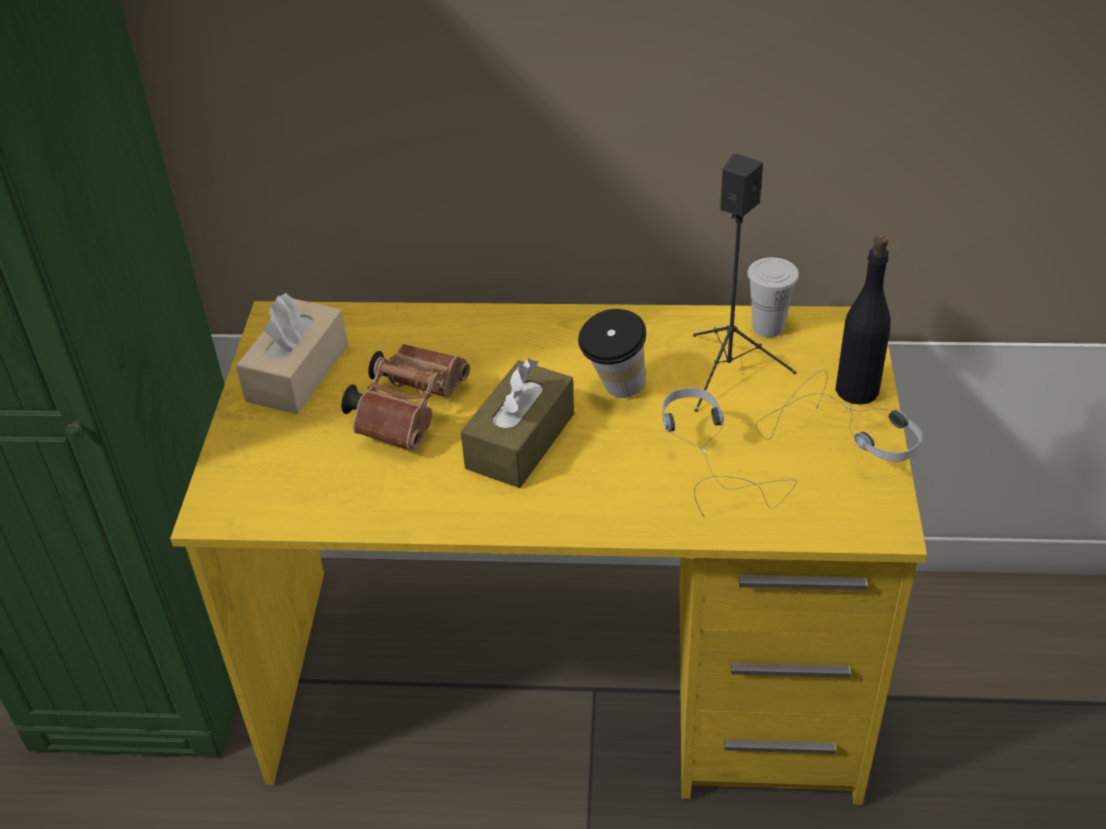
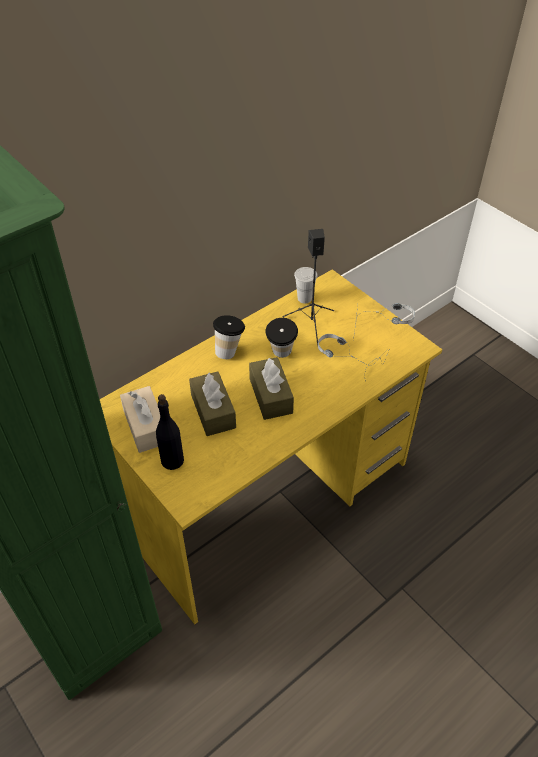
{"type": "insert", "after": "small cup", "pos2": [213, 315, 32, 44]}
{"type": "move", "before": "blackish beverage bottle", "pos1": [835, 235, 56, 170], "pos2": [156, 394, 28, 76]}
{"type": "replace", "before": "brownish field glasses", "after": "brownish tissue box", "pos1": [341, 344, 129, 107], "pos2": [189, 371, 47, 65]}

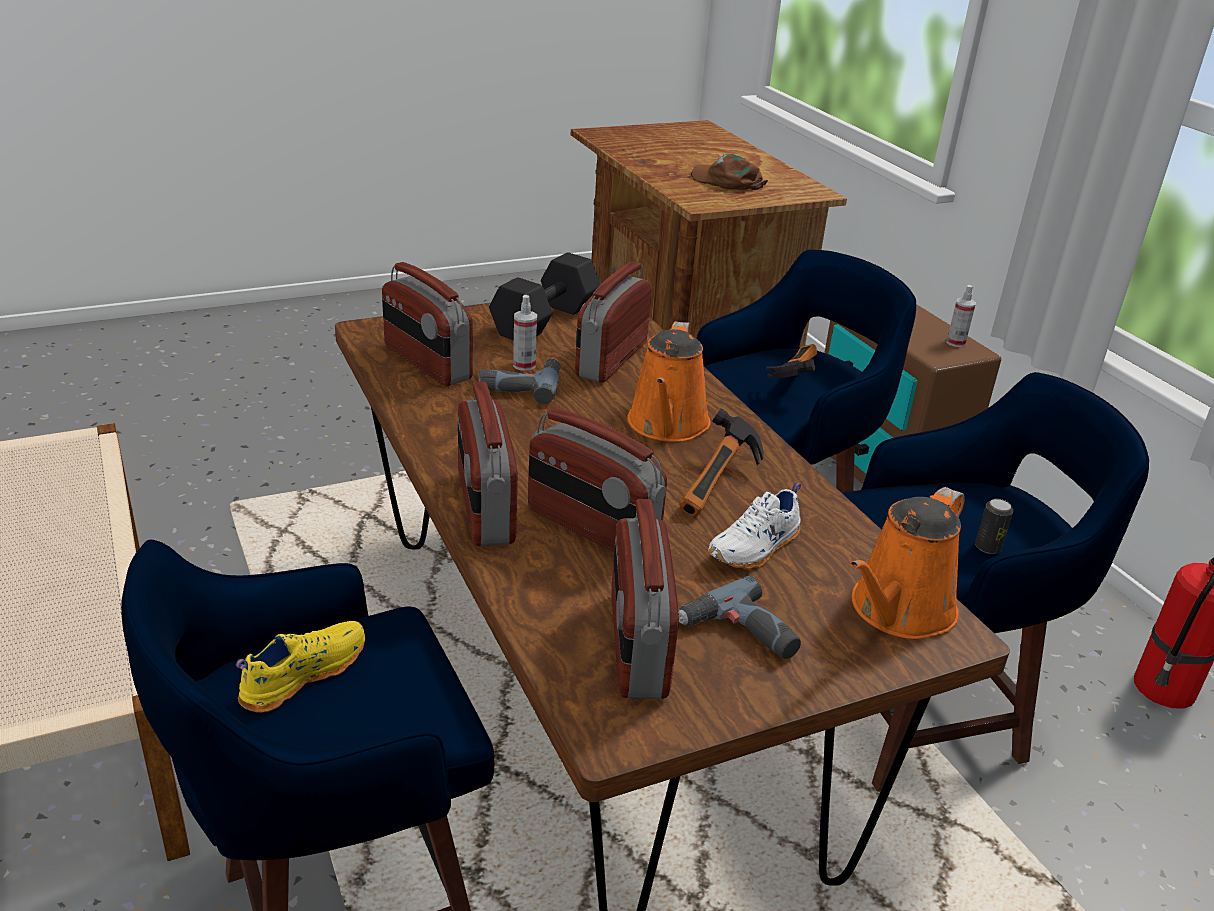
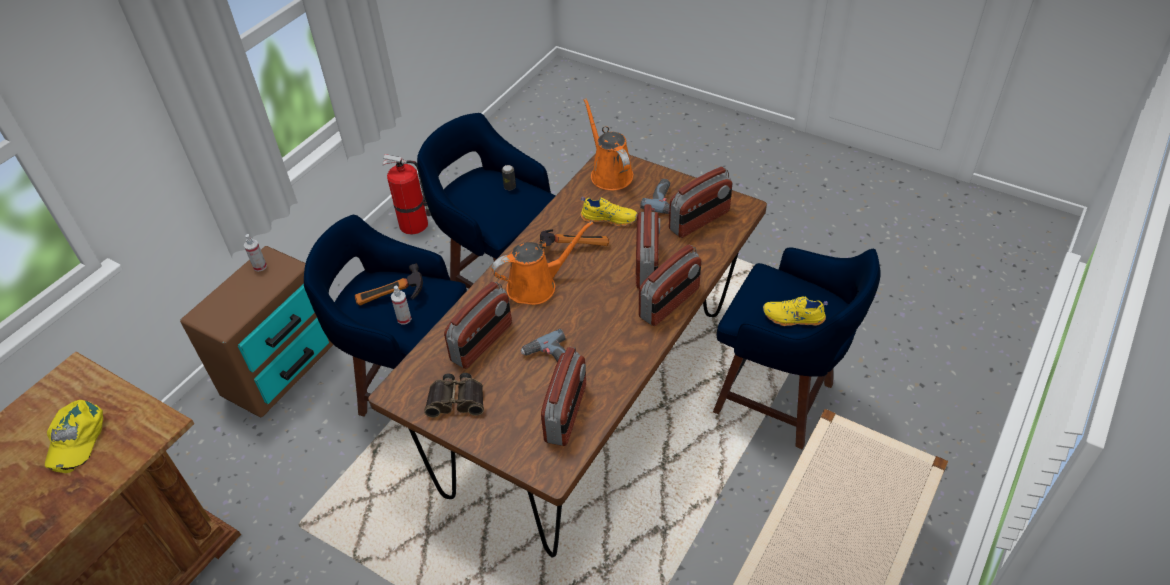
{"type": "move", "before": "spray bottle", "pos1": [513, 295, 24, 76], "pos2": [391, 286, 21, 38]}
{"type": "replace", "before": "blackish hand weight", "after": "field glasses", "pos1": [489, 252, 111, 88], "pos2": [424, 373, 60, 45]}
{"type": "recolor", "before": "brownish baseball cap", "after": "yellowish baseball cap", "pos1": [690, 154, 78, 36], "pos2": [45, 400, 58, 73]}
{"type": "recolor", "before": "white-coloured low shoe", "after": "yellowish low shoe", "pos1": [708, 482, 93, 87], "pos2": [581, 197, 56, 30]}
{"type": "rotate", "before": "radio set", "pos1": [575, 261, 77, 121], "pos2": [444, 282, 68, 87], "turn": -45}
{"type": "rotate", "before": "orange-coloured watering pot", "pos1": [850, 487, 115, 152], "pos2": [583, 98, 50, 92], "turn": -120}

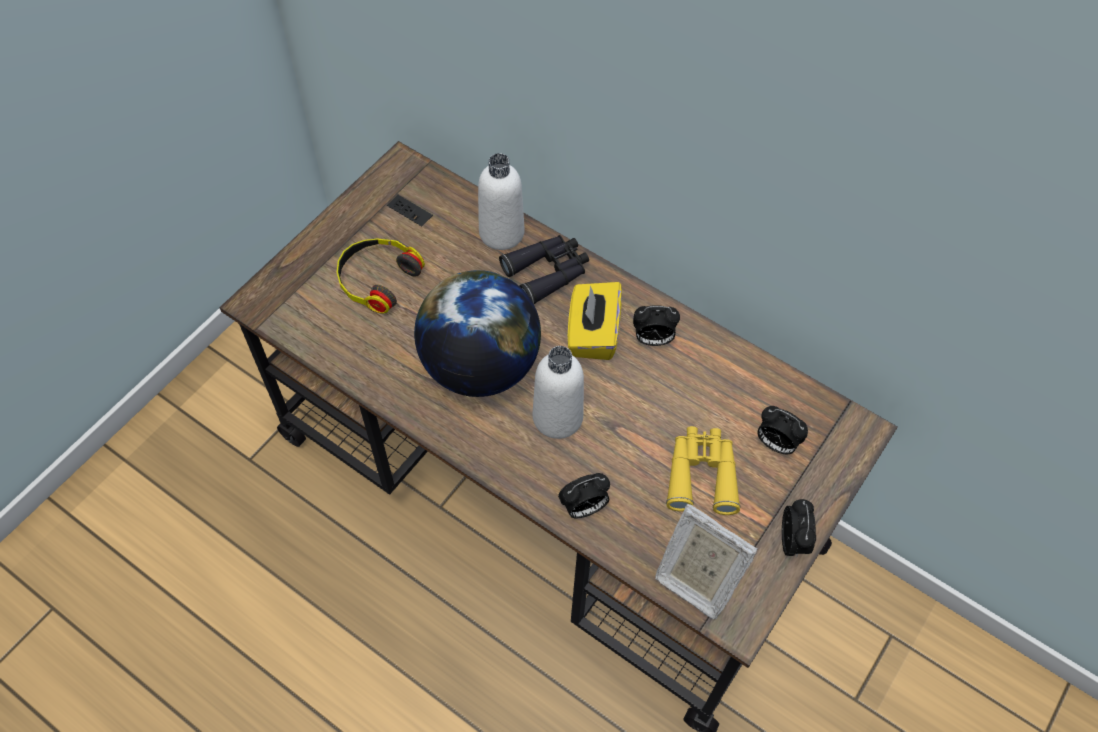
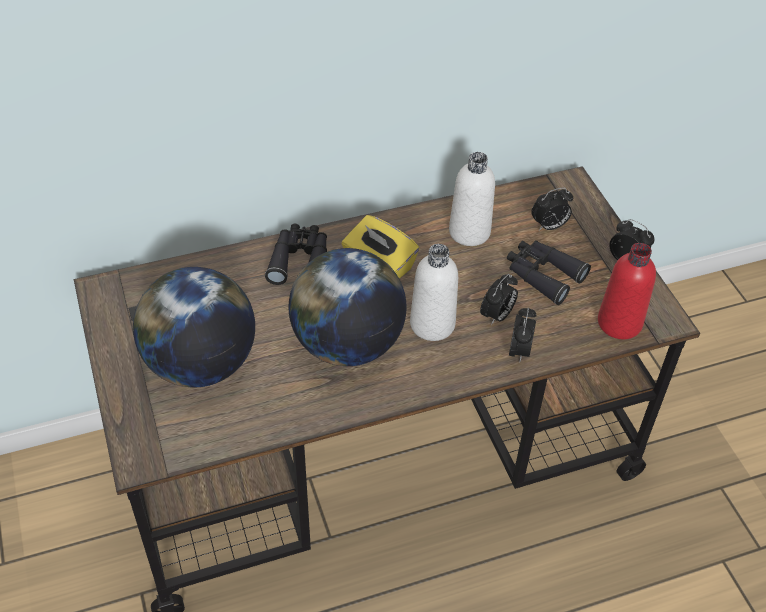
{"type": "move", "before": "white-coloured beverage bottle", "pos1": [478, 153, 46, 97], "pos2": [449, 152, 46, 94]}
{"type": "move", "before": "table clock", "pos1": [633, 305, 47, 41], "pos2": [480, 274, 38, 51]}
{"type": "replace", "before": "headset", "after": "world globe", "pos1": [337, 239, 88, 75], "pos2": [133, 267, 122, 120]}
{"type": "replace", "before": "standing frame", "after": "red-coloured beverage bottle", "pos1": [655, 504, 102, 115], "pos2": [598, 243, 58, 96]}
{"type": "recolor", "before": "yellowish field glasses", "after": "blackish field glasses", "pos1": [666, 426, 75, 89], "pos2": [507, 240, 84, 65]}

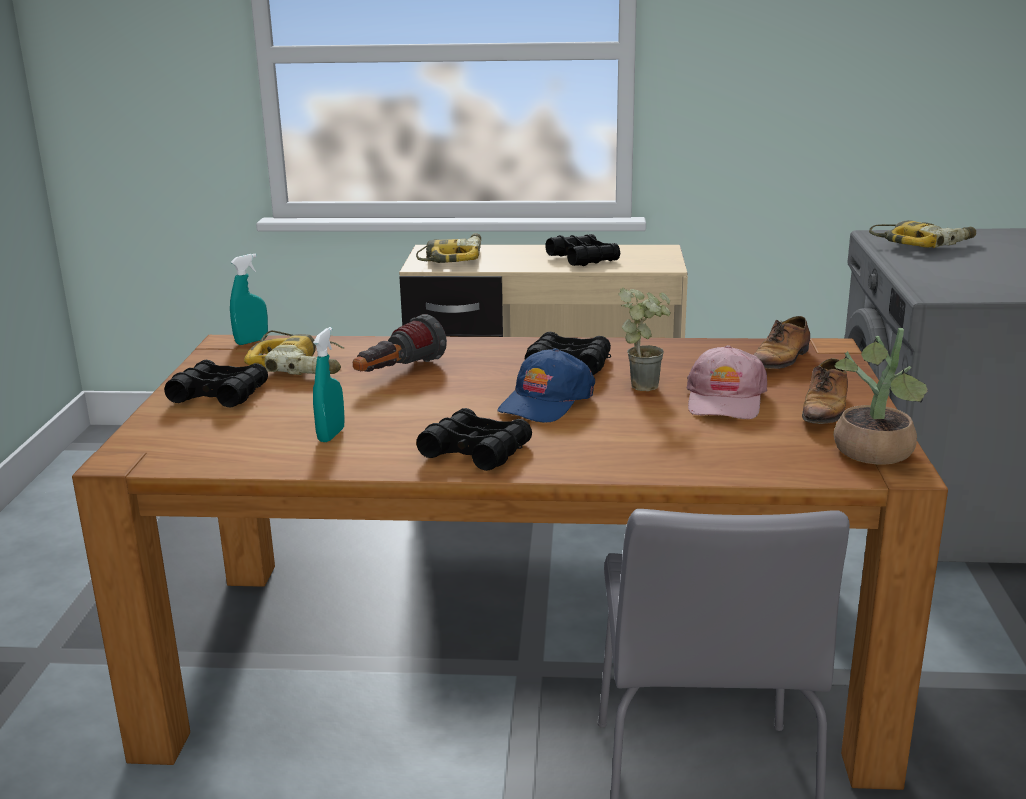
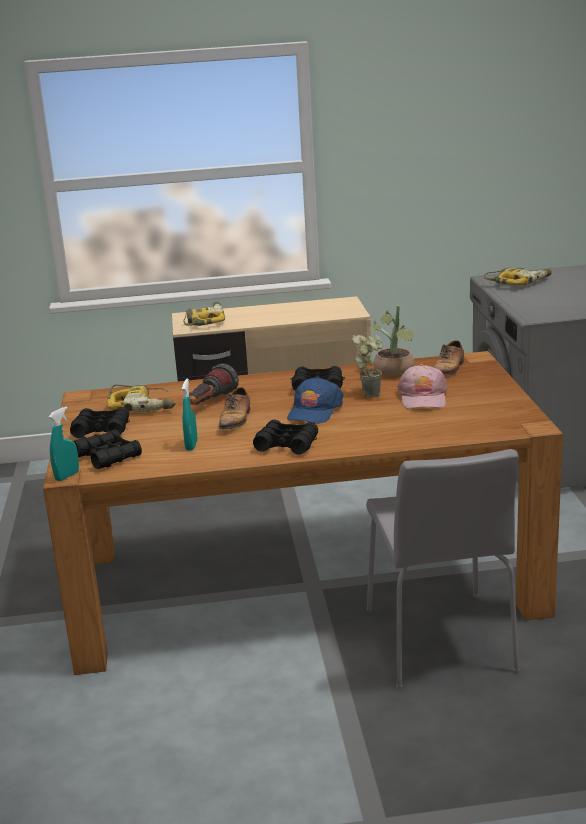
{"type": "move", "before": "turquoise spray bottle", "pos1": [230, 254, 38, 91], "pos2": [49, 407, 30, 74]}
{"type": "move", "before": "blackish field glasses", "pos1": [546, 234, 74, 32], "pos2": [73, 429, 69, 40]}
{"type": "move", "before": "low shoe", "pos1": [802, 358, 46, 66], "pos2": [219, 387, 31, 42]}
{"type": "move", "before": "potted plant", "pos1": [834, 328, 94, 137], "pos2": [369, 305, 46, 71]}

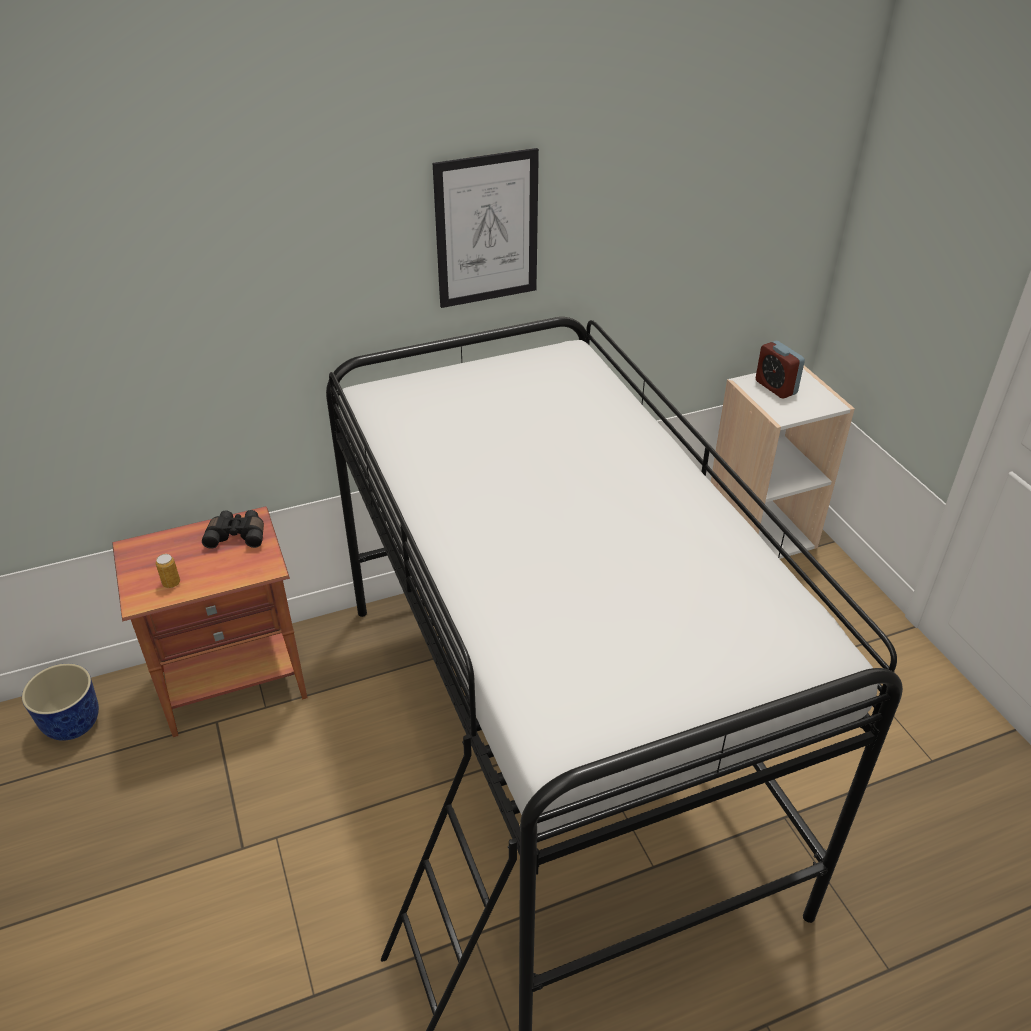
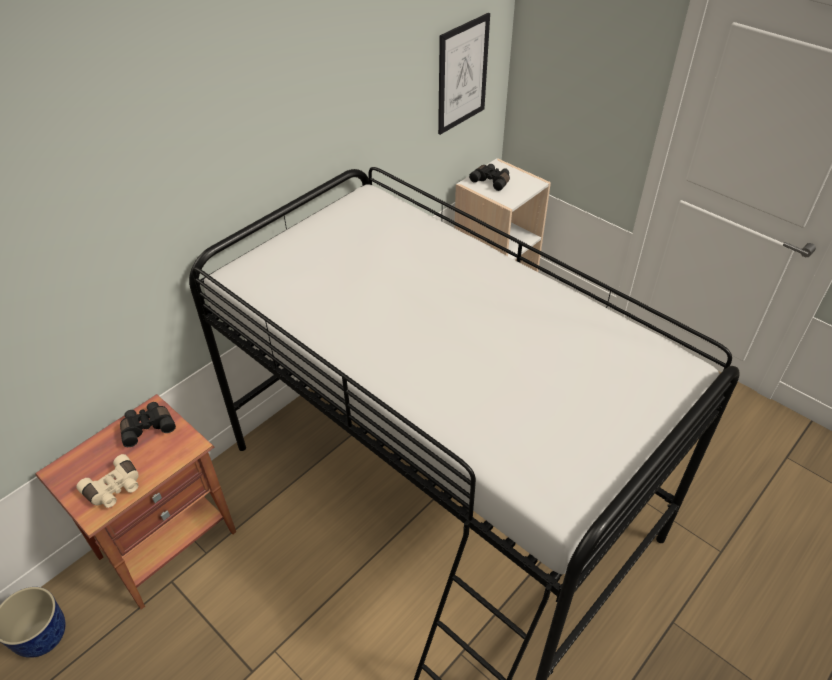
{"type": "move", "before": "wall art", "pos1": [433, 148, 106, 160], "pos2": [438, 13, 52, 122]}
{"type": "replace", "before": "metal can", "after": "beige-coloured field glasses", "pos1": [156, 554, 24, 34], "pos2": [76, 454, 63, 54]}
{"type": "replace", "before": "table clock", "after": "blackish field glasses", "pos1": [756, 341, 49, 58], "pos2": [469, 164, 41, 27]}

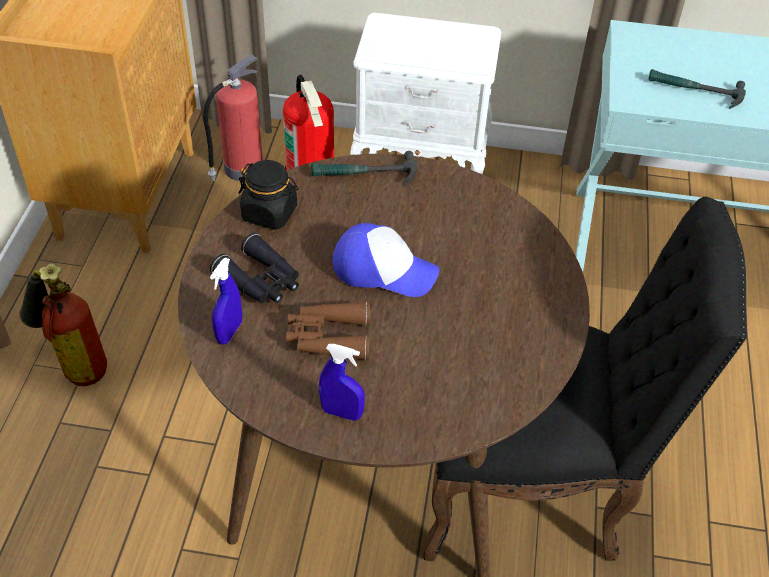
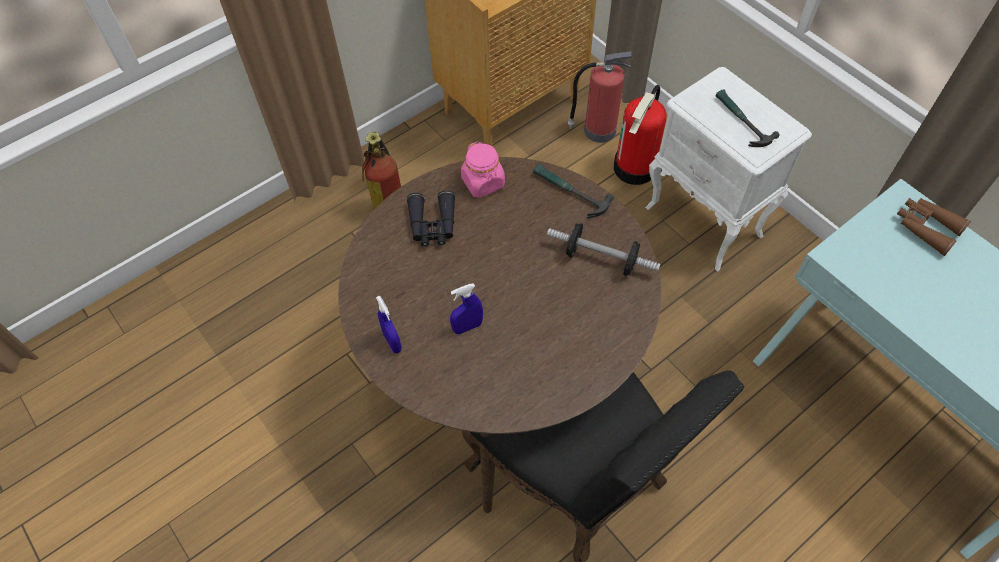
{"type": "delete", "before": "baseball cap", "pos1": [333, 223, 107, 74]}
{"type": "insert", "after": "hand weight", "pos2": [547, 223, 113, 53]}
{"type": "move", "before": "bluish spray bottle", "pos1": [210, 258, 32, 87], "pos2": [450, 283, 33, 51]}
{"type": "move", "before": "brownish field glasses", "pos1": [286, 301, 84, 59], "pos2": [897, 198, 74, 58]}
{"type": "move", "before": "tool hammer", "pos1": [649, 69, 97, 40], "pos2": [716, 89, 63, 58]}
{"type": "recolor", "before": "blackish storage jar", "after": "pink storage jar", "pos1": [239, 160, 59, 70], "pos2": [461, 141, 44, 57]}

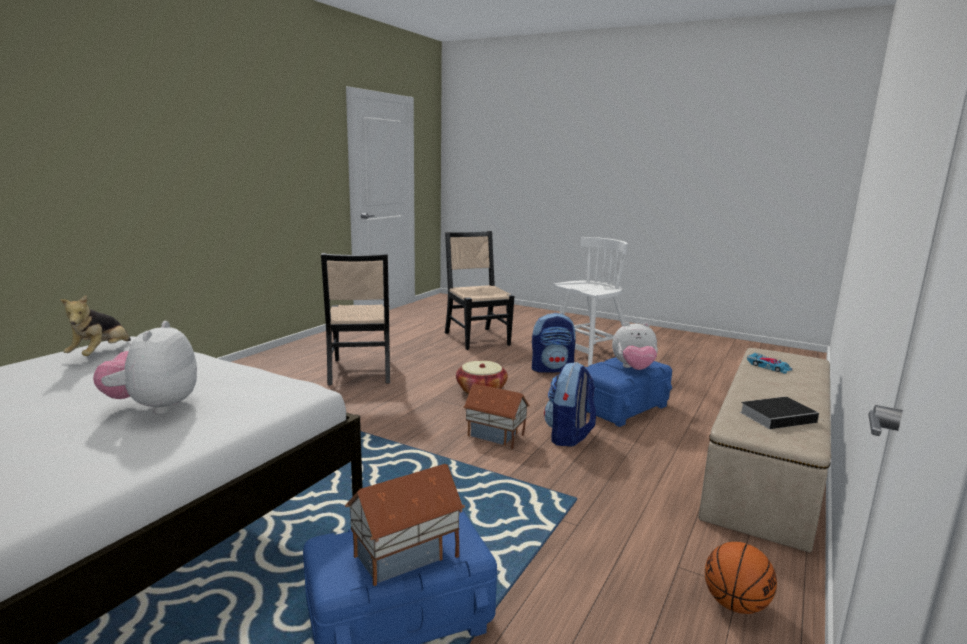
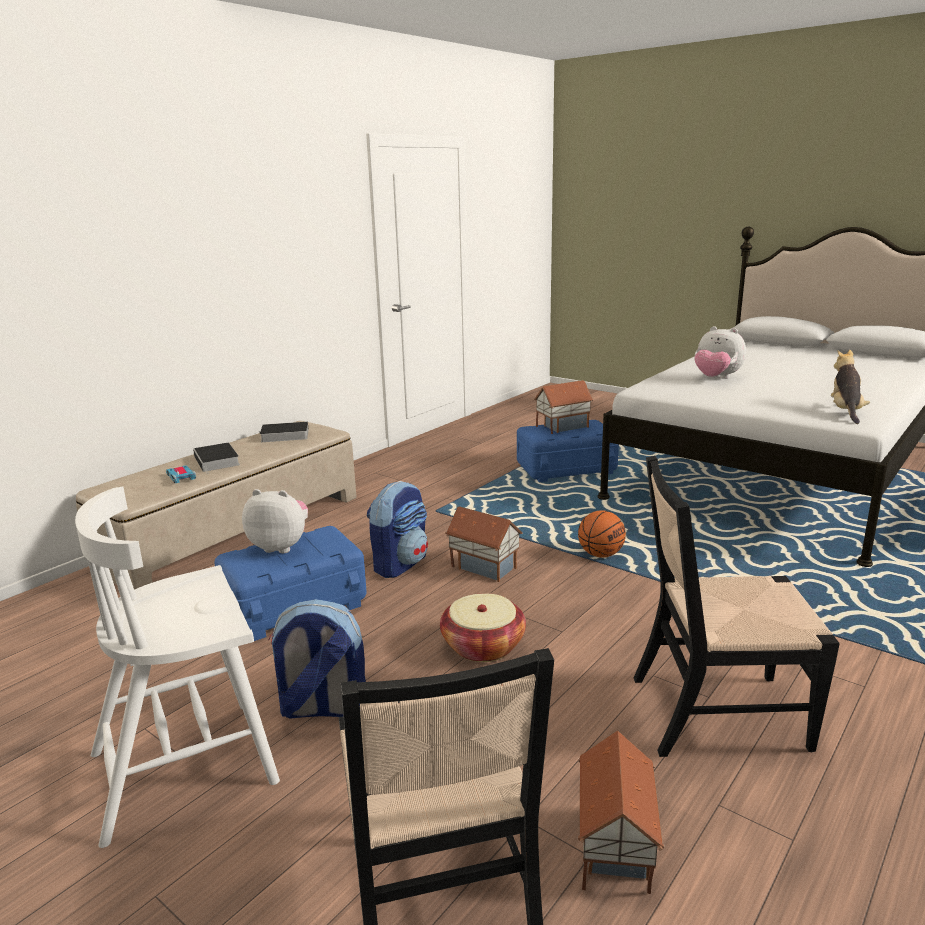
{"type": "insert", "after": "book", "pos2": [193, 443, 47, 31]}
{"type": "insert", "after": "toy house", "pos2": [577, 731, 88, 163]}
{"type": "move", "before": "basketball", "pos1": [705, 542, 72, 72], "pos2": [578, 510, 48, 48]}
{"type": "rotate", "before": "cuddly toy", "pos1": [93, 321, 104, 93], "pos2": [694, 326, 52, 53], "turn": 120}
{"type": "rotate", "before": "plain chair", "pos1": [321, 253, 69, 132], "pos2": [633, 456, 207, 301], "turn": -90}

